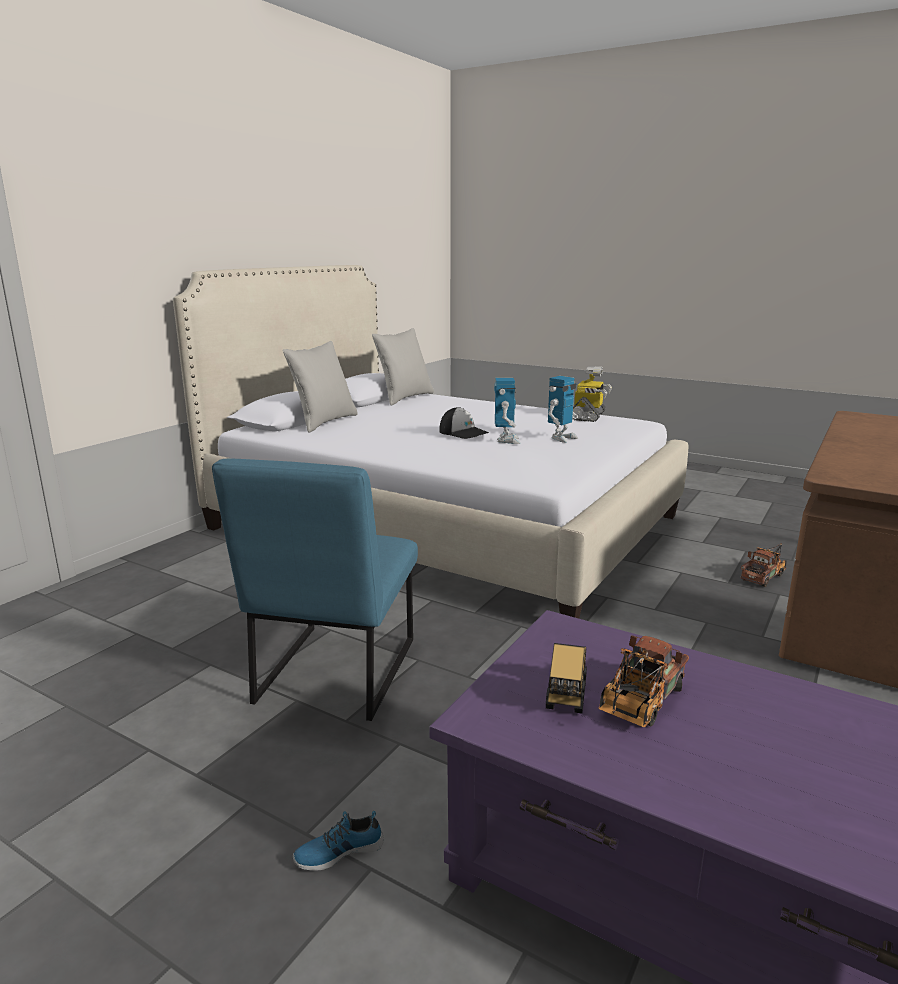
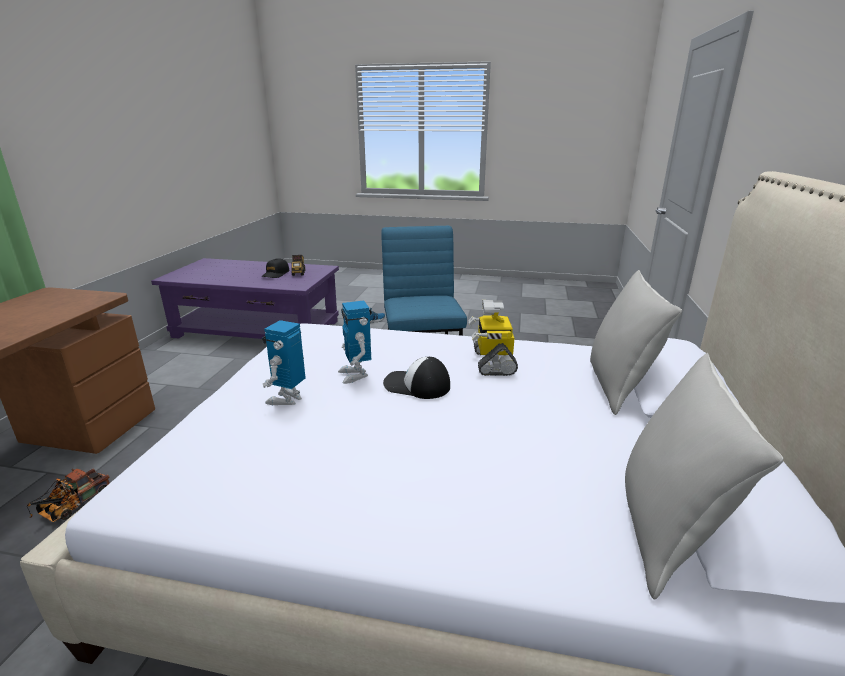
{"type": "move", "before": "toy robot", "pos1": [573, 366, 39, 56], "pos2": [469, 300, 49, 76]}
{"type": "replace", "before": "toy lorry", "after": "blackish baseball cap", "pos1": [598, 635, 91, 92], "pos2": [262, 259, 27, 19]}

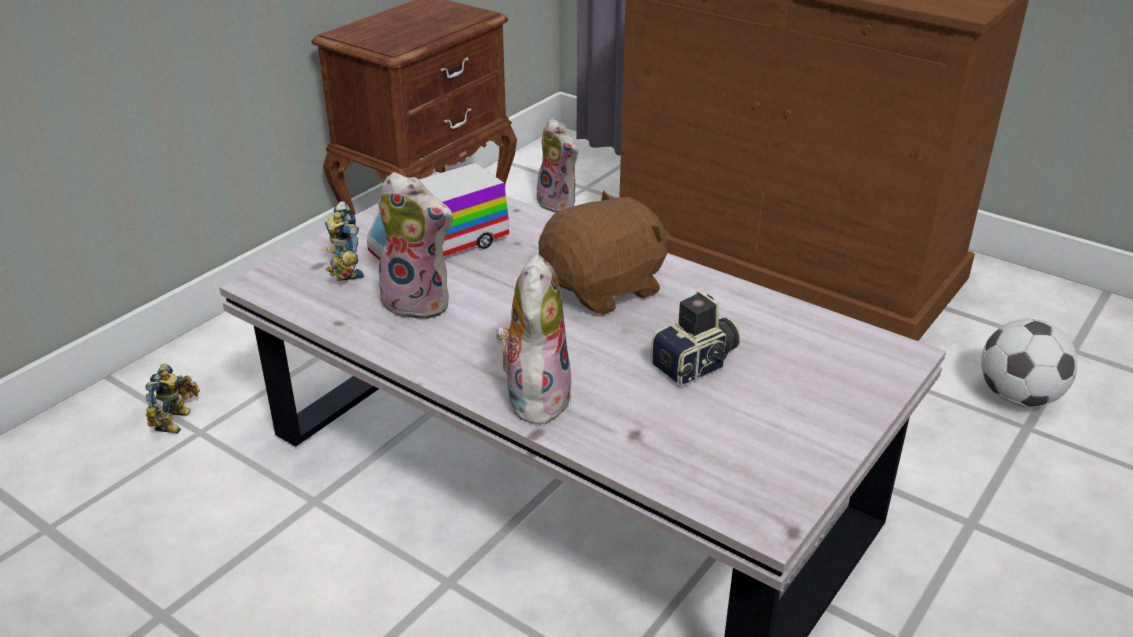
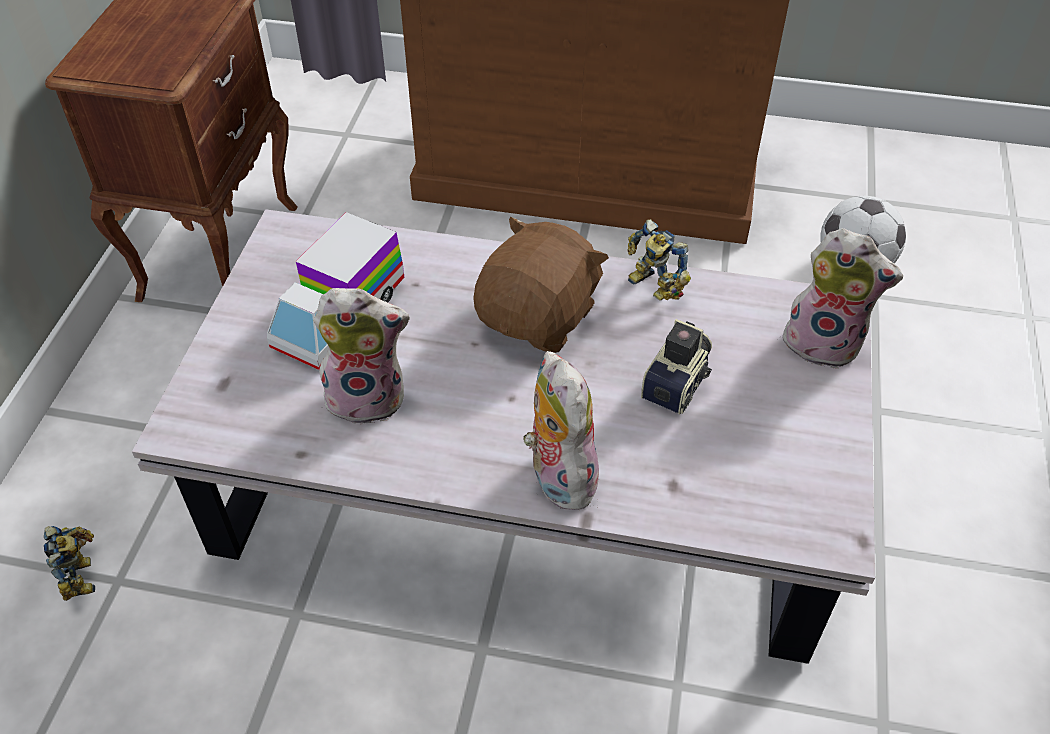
{"type": "move", "before": "toy robot", "pos1": [325, 201, 39, 80], "pos2": [627, 219, 64, 82]}
{"type": "move", "before": "cuddly toy", "pos1": [537, 118, 41, 95], "pos2": [783, 228, 120, 141]}

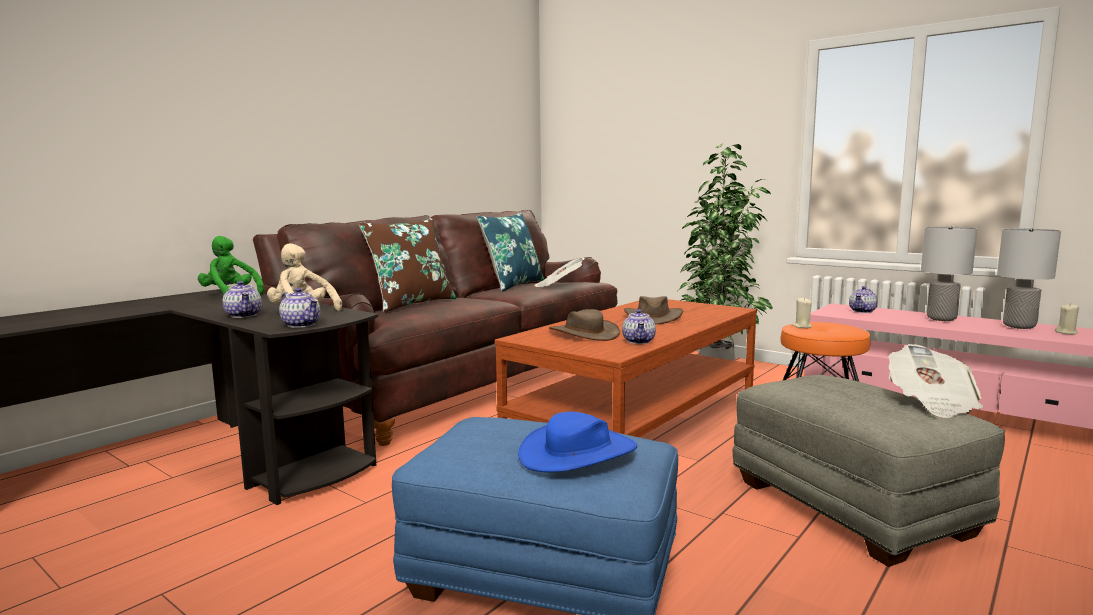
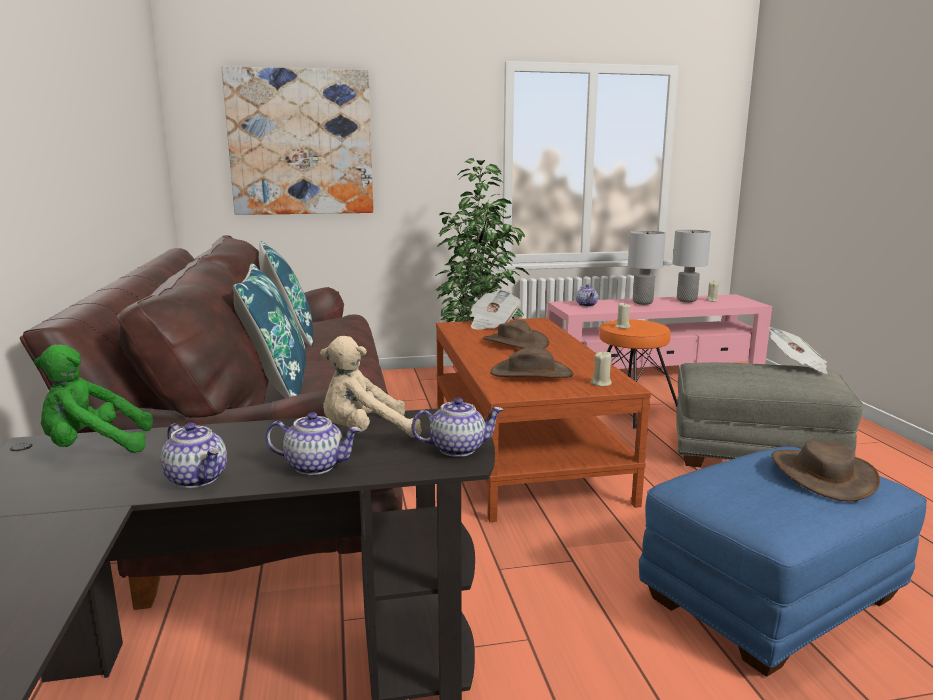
{"type": "insert", "after": "wall art", "pos2": [222, 66, 152, 149]}
{"type": "insert", "after": "beige-coloured wax light", "pos2": [591, 351, 21, 35]}
{"type": "move", "before": "printed paper", "pos1": [534, 257, 51, 30], "pos2": [470, 290, 51, 40]}
{"type": "move", "before": "pot for tea", "pos1": [622, 309, 34, 35], "pos2": [161, 423, 66, 65]}
{"type": "recolor", "before": "brownish pillow", "after": "bluish pillow", "pos1": [359, 218, 98, 95], "pos2": [233, 263, 73, 135]}
{"type": "recolor", "before": "bluish wearable hat", "after": "brownish wearable hat", "pos1": [518, 412, 119, 60], "pos2": [772, 440, 108, 61]}

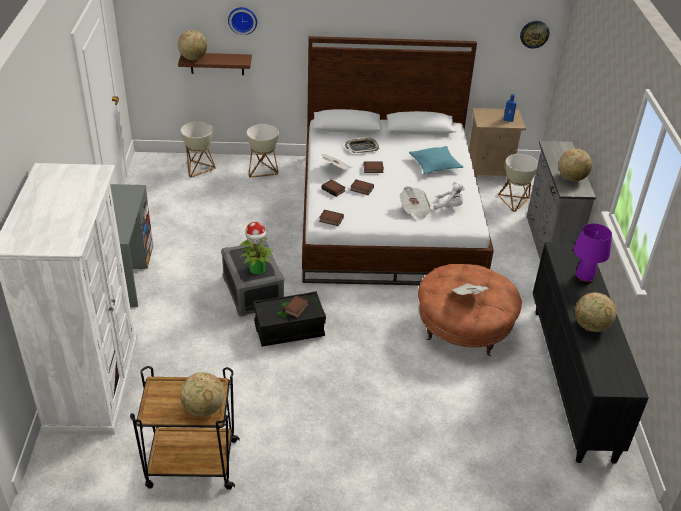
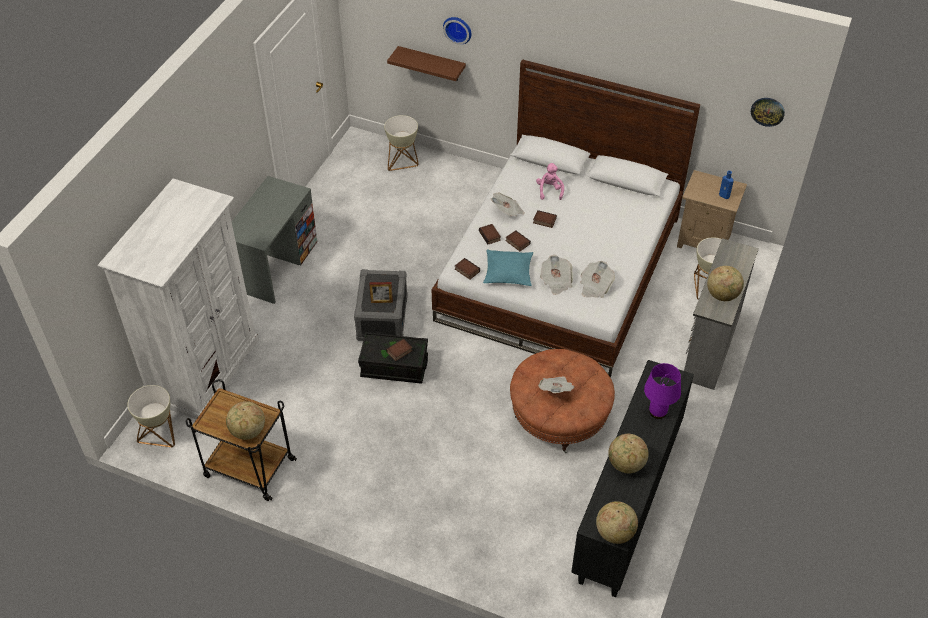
{"type": "move", "before": "world globe", "pos1": [178, 30, 29, 30], "pos2": [596, 501, 42, 43]}
{"type": "move", "before": "planter", "pos1": [247, 124, 32, 53], "pos2": [127, 385, 48, 62]}
{"type": "move", "before": "turquoise pillow", "pos1": [409, 146, 54, 28], "pos2": [483, 250, 50, 36]}
{"type": "replace", "before": "potted plant", "after": "standing frame", "pos1": [240, 222, 32, 52], "pos2": [369, 282, 24, 21]}
{"type": "replace", "before": "tray", "after": "pink cuddly toy", "pos1": [345, 137, 34, 16], "pos2": [536, 163, 28, 37]}
{"type": "replace", "before": "white-coloured cuddly toy", "after": "printed paper", "pos1": [434, 182, 31, 28], "pos2": [580, 261, 35, 37]}

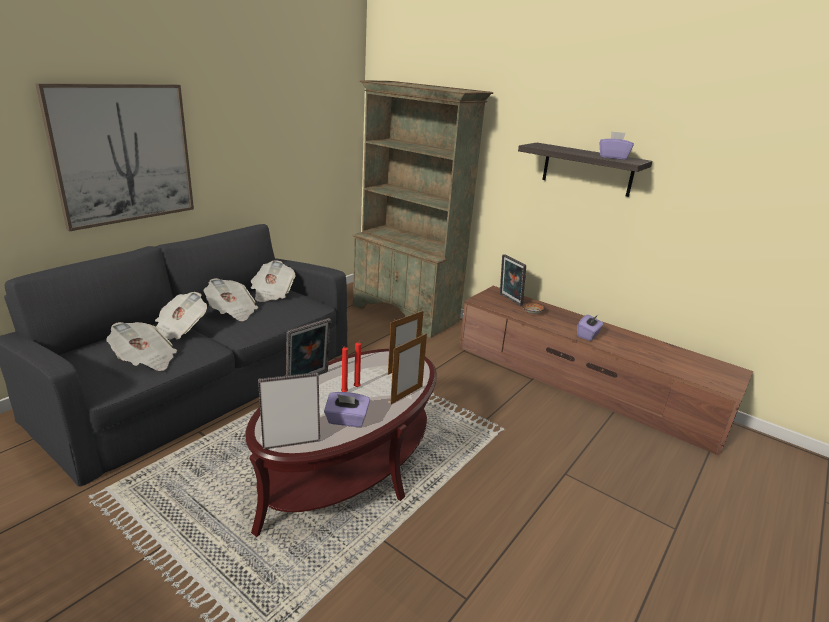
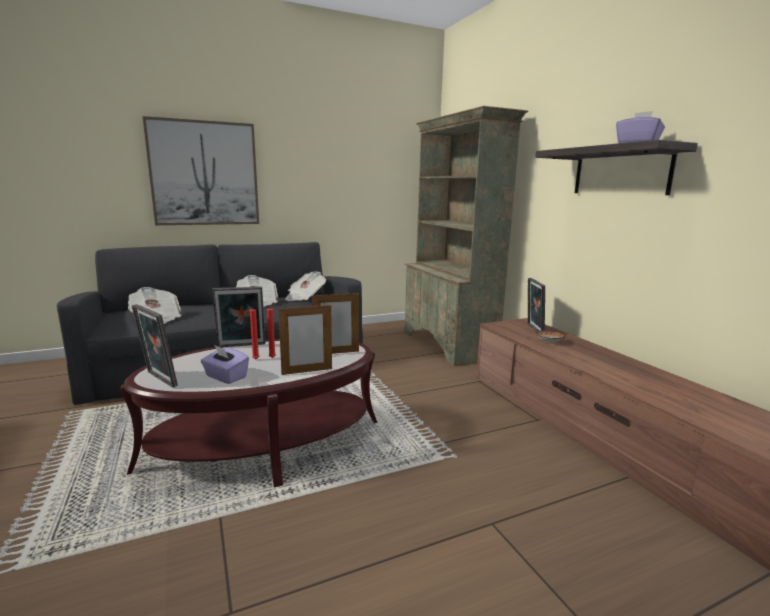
{"type": "delete", "before": "printed paper", "pos1": [155, 292, 52, 48]}
{"type": "delete", "before": "purplish tissue box", "pos1": [577, 314, 27, 27]}
{"type": "rotate", "before": "standing frame", "pos1": [258, 372, 62, 77], "pos2": [132, 304, 46, 84], "turn": -150}

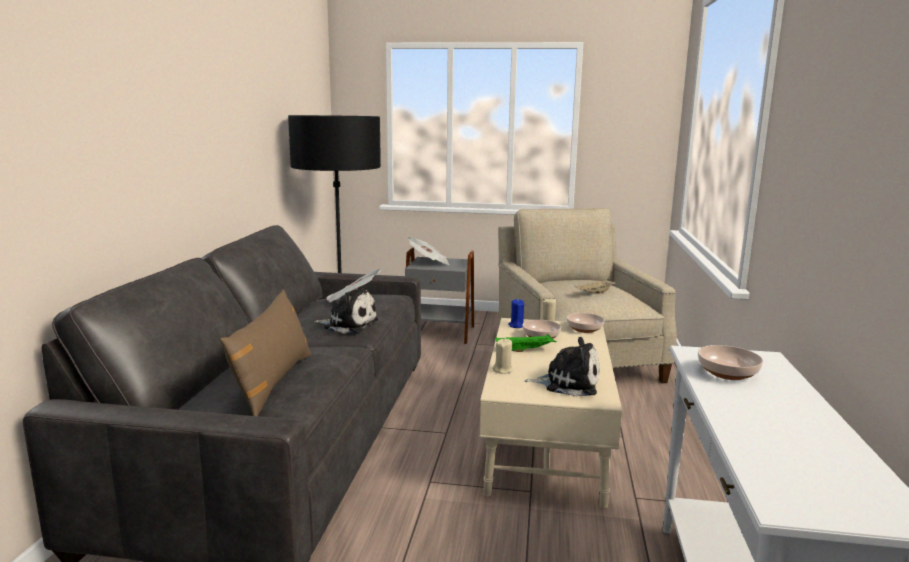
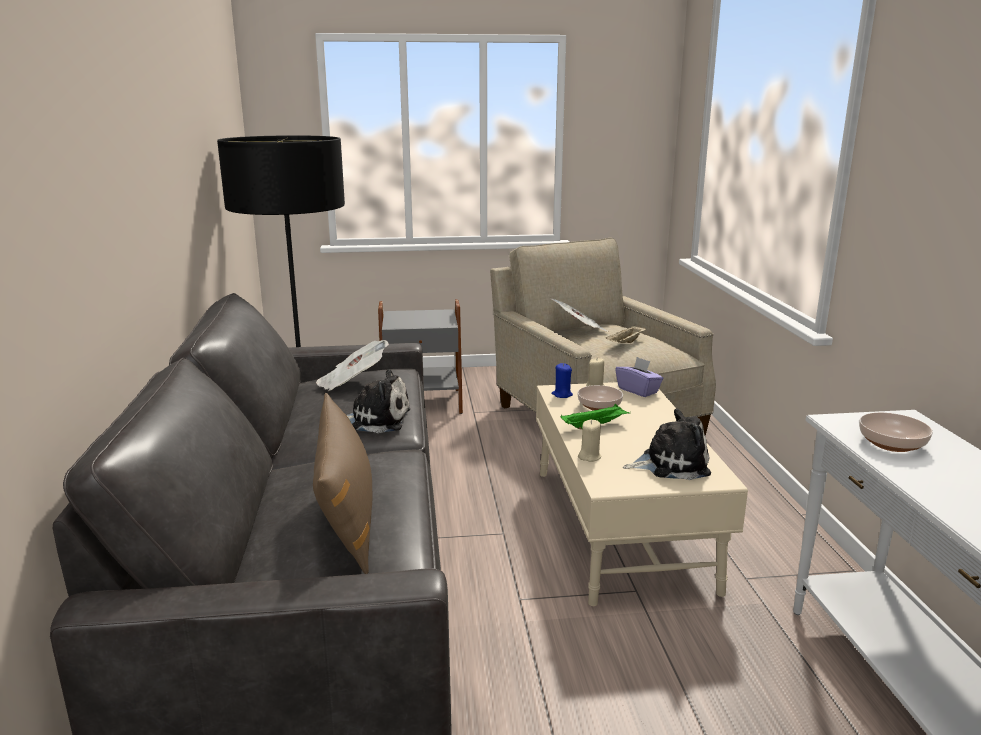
{"type": "move", "before": "printed paper", "pos1": [407, 237, 43, 28], "pos2": [552, 299, 57, 33]}
{"type": "replace", "before": "serving bowl", "after": "purplish tissue box", "pos1": [567, 313, 38, 20], "pos2": [615, 357, 49, 40]}

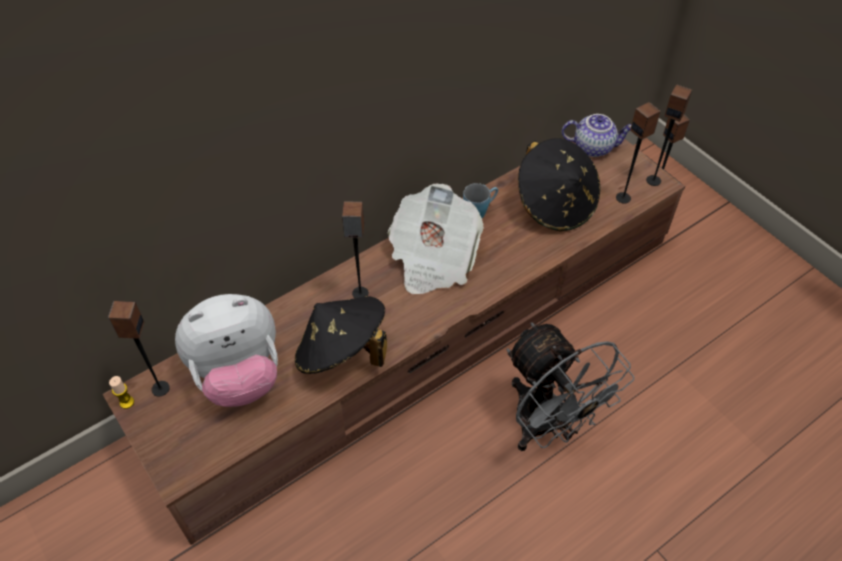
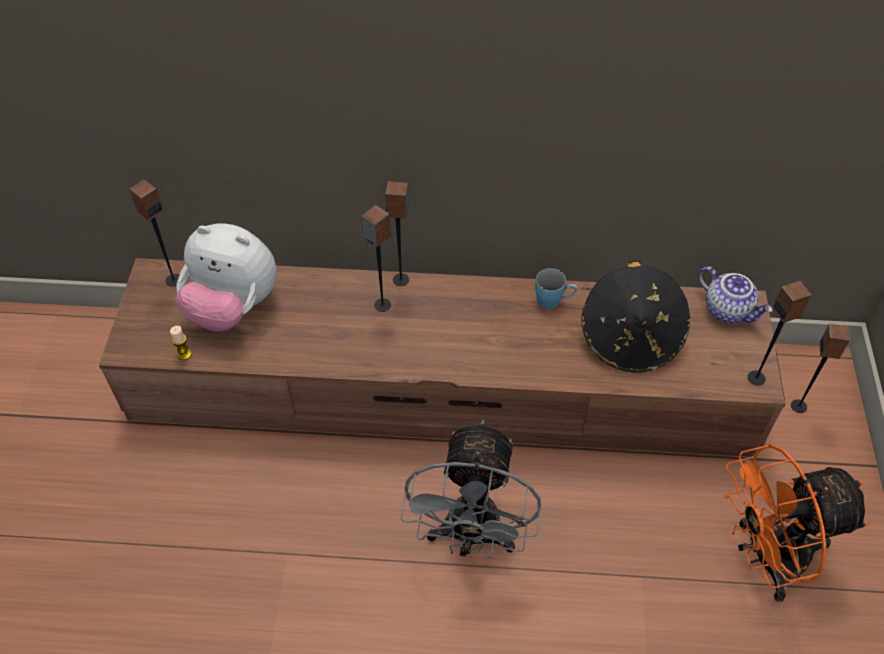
{"type": "delete", "before": "blackish wearable hat", "pos1": [295, 296, 92, 78]}
{"type": "delete", "before": "printed paper", "pos1": [388, 184, 96, 110]}
{"type": "insert", "after": "orange-coloured cooling fan", "pos2": [723, 444, 146, 158]}
{"type": "move", "before": "wax light", "pos1": [109, 376, 25, 33], "pos2": [170, 326, 22, 34]}
{"type": "move", "before": "audio speaker", "pos1": [616, 102, 45, 102], "pos2": [385, 181, 24, 105]}

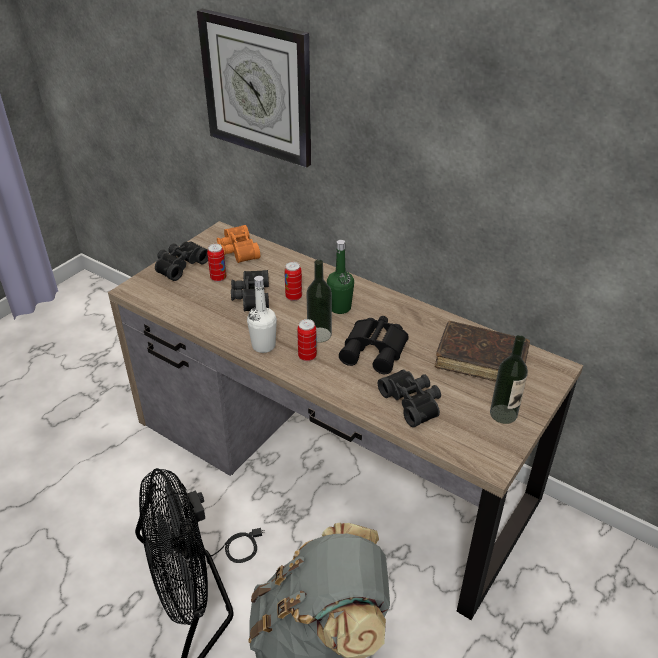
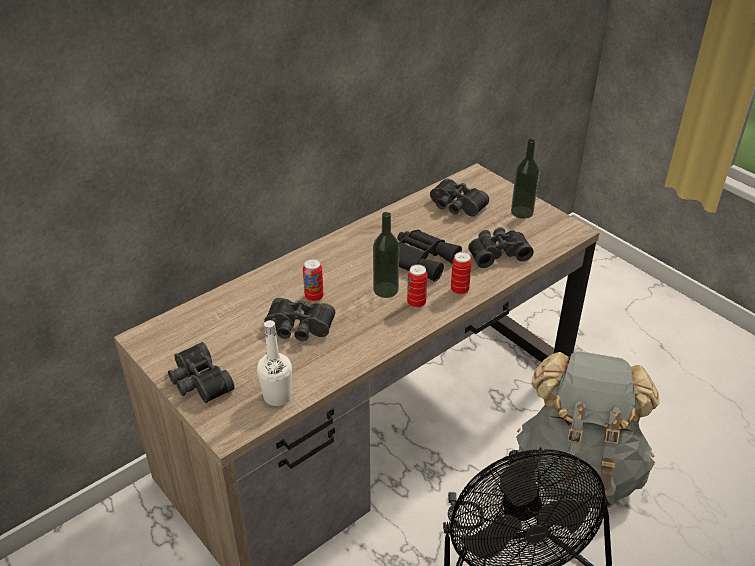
{"type": "delete", "before": "clock on the wall", "pos1": [197, 9, 114, 159]}
{"type": "delete", "before": "orange-coloured field glasses", "pos1": [217, 225, 43, 38]}
{"type": "delete", "before": "green-coloured beverage bottle", "pos1": [327, 240, 27, 74]}
{"type": "move", "before": "metal can", "pos1": [207, 244, 20, 38], "pos2": [451, 252, 21, 43]}
{"type": "move", "before": "white-coloured beverage bottle", "pos1": [247, 276, 30, 77], "pos2": [257, 320, 35, 86]}
{"type": "replace", "before": "brownish book", "after": "blackish field glasses", "pos1": [435, 321, 95, 61], "pos2": [430, 179, 59, 37]}

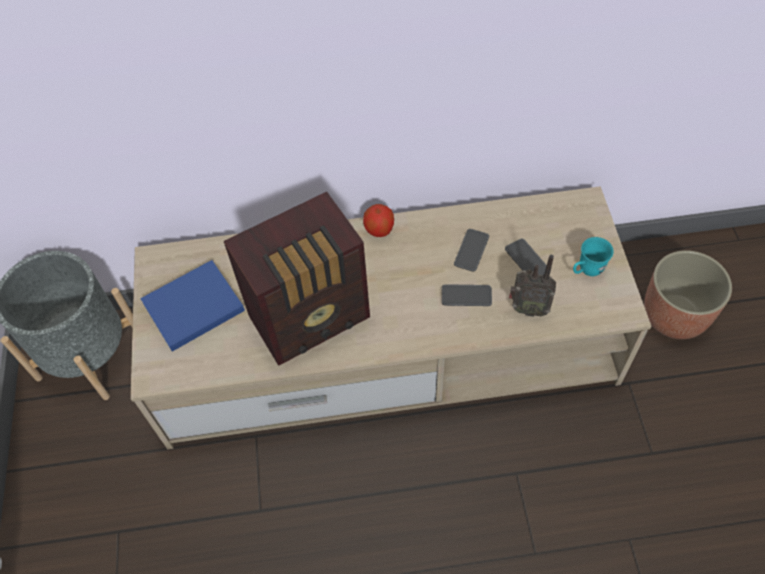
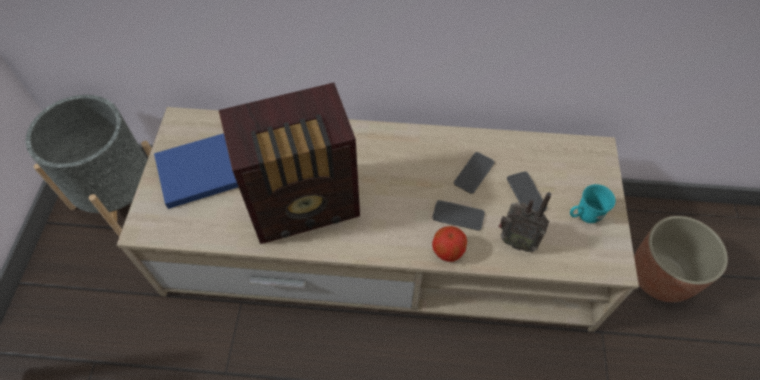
{"type": "move", "before": "apple", "pos1": [363, 204, 31, 33], "pos2": [432, 226, 35, 36]}

